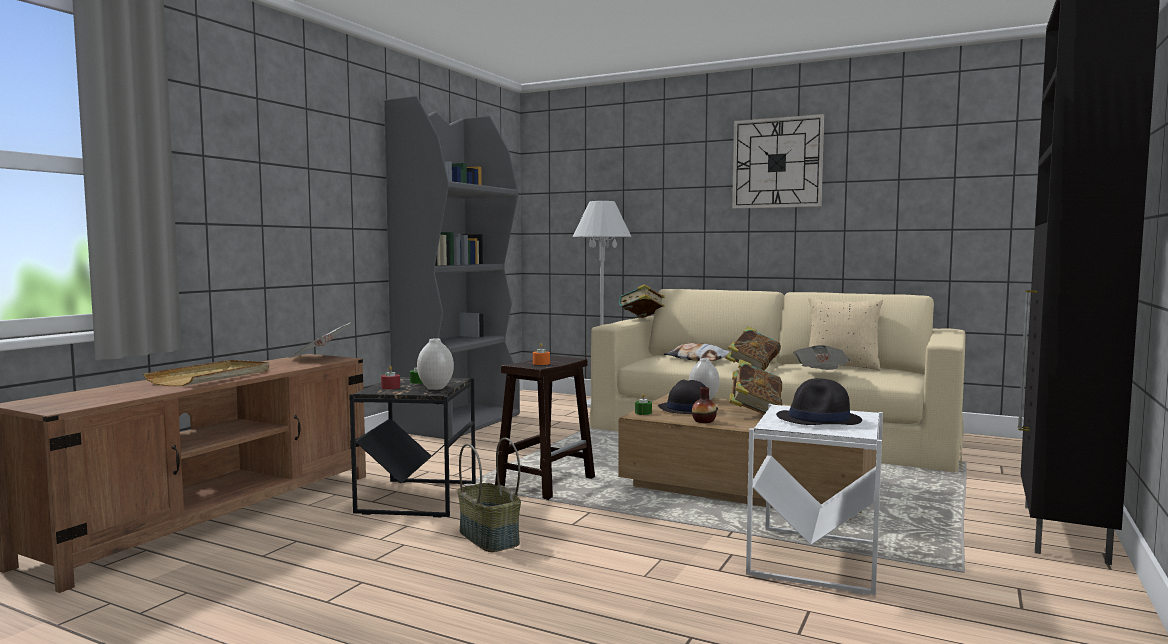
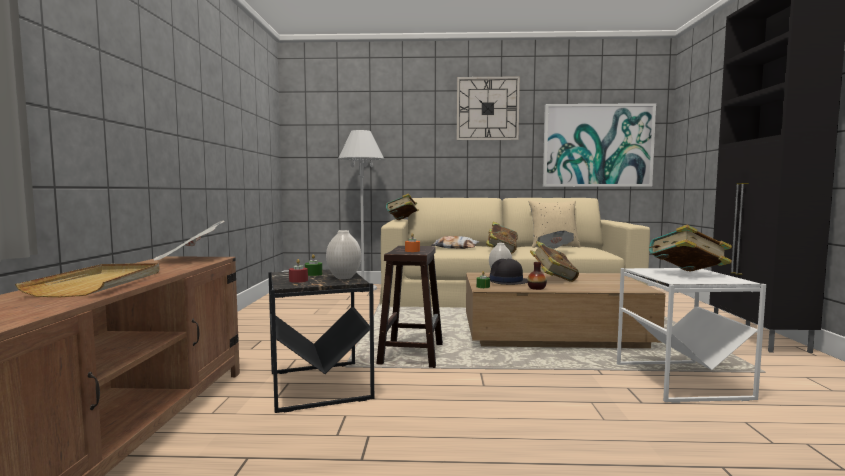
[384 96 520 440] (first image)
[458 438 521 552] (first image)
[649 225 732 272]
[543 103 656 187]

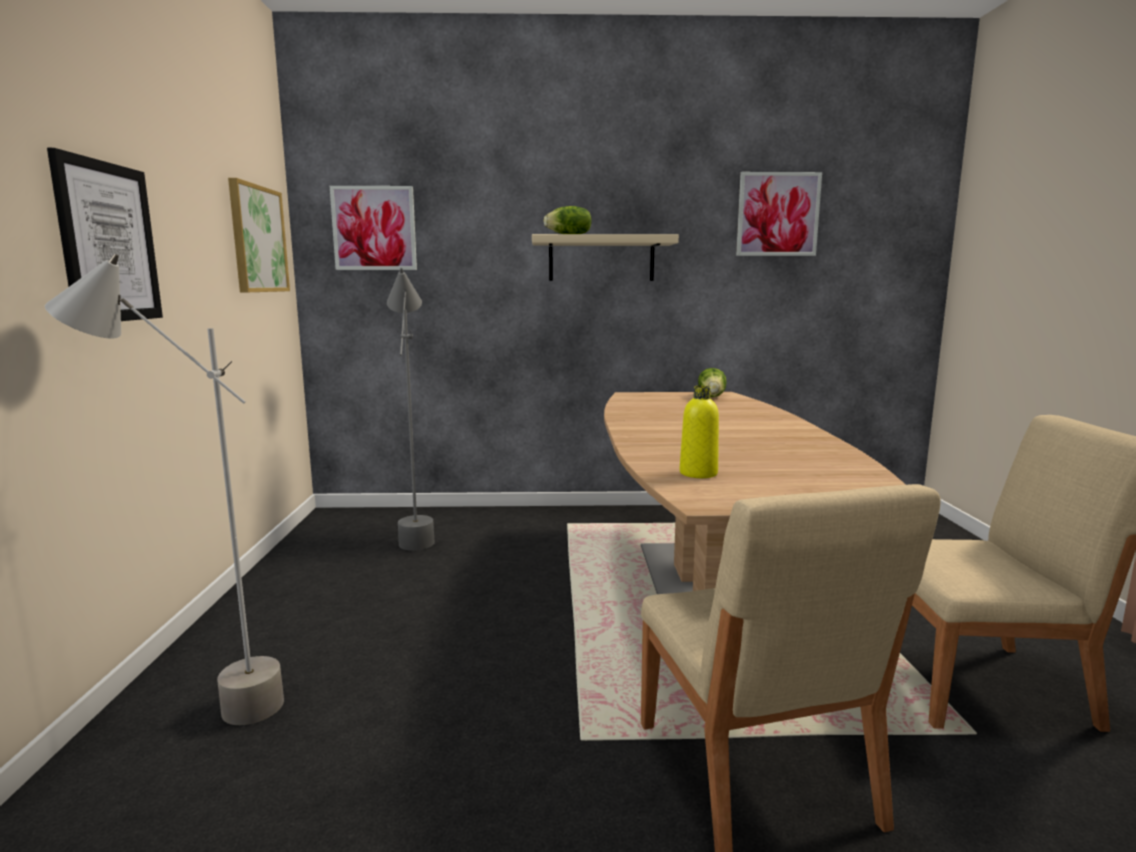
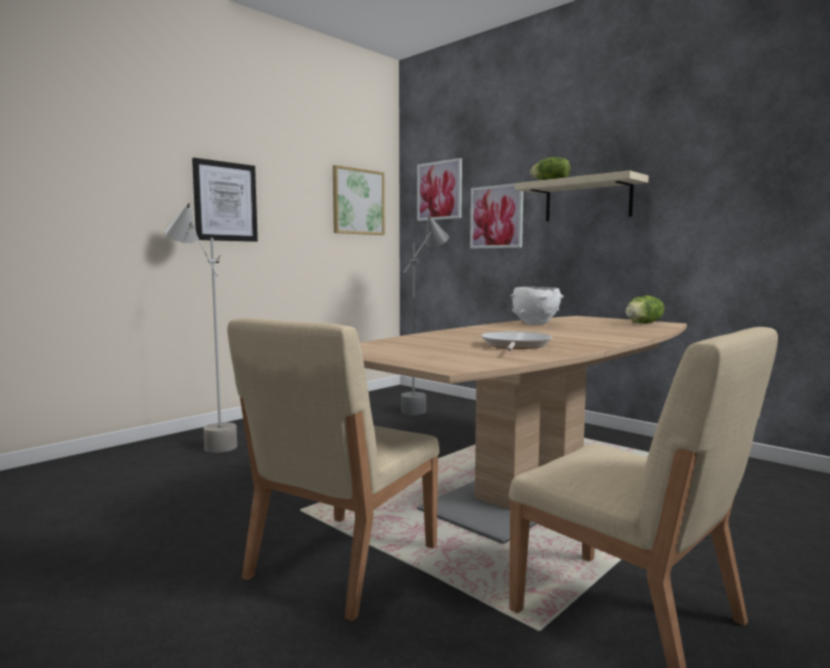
[680 386 719 478] (first image)
[470 183 523 248]
[481 331 552 351]
[511 287 564 325]

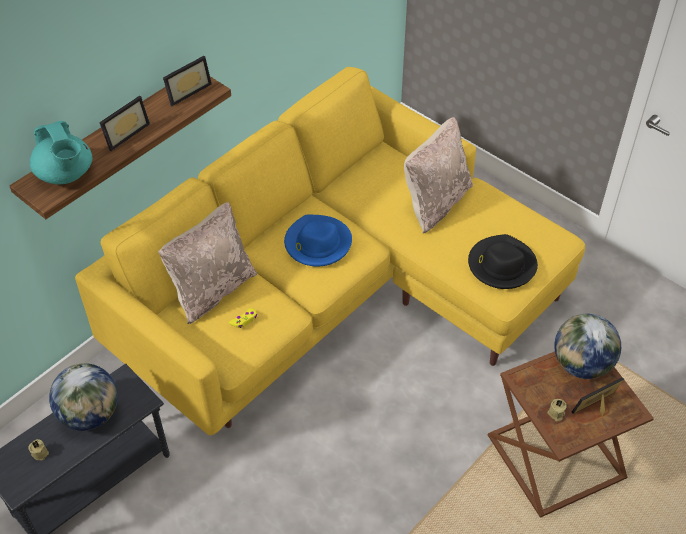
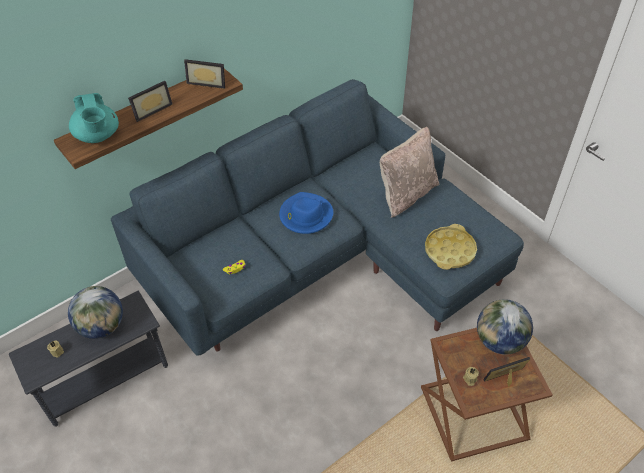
[111 79 524 356]
[158 202 257 324] (first image)
[184 59 225 89]
[425 224 477 270]

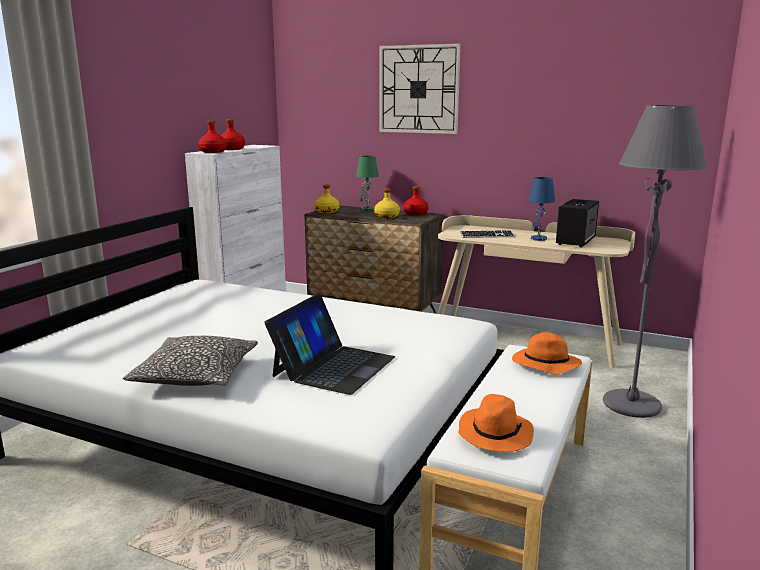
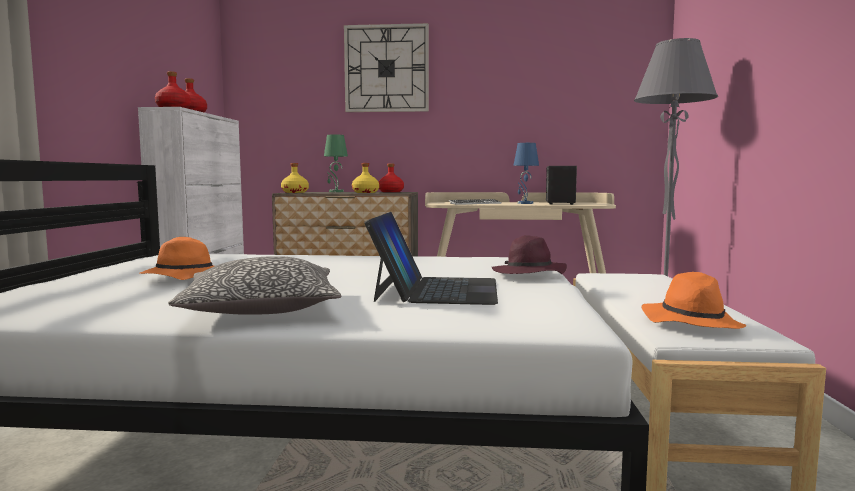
[139 237 214 280]
[492 235 567 274]

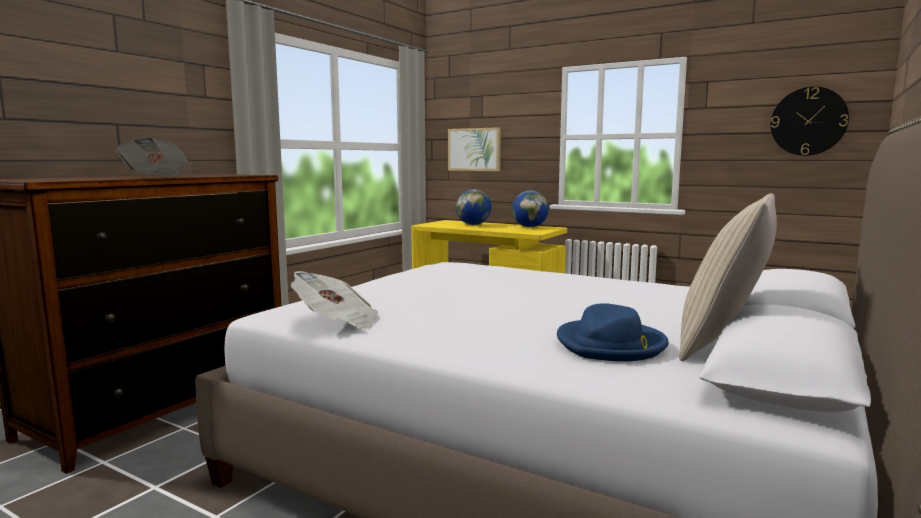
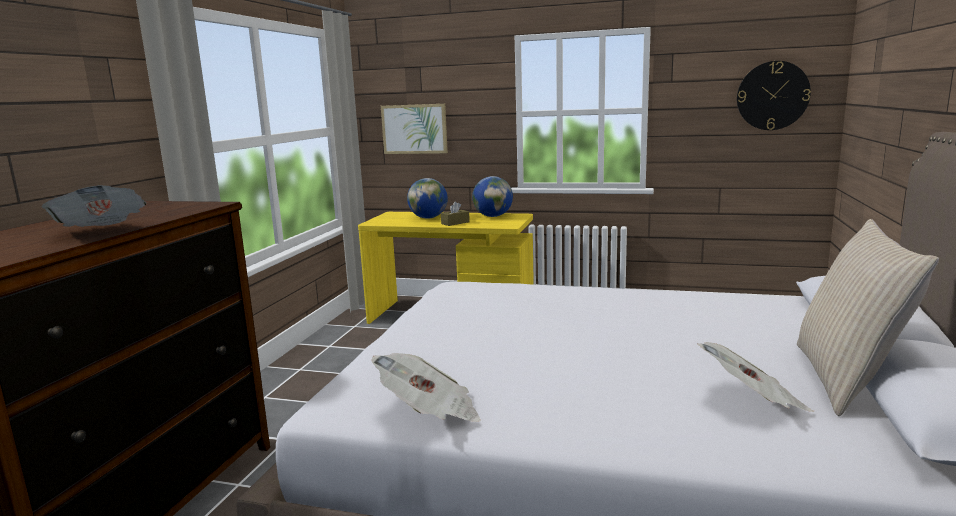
[697 342 814 412]
[441 202 470 226]

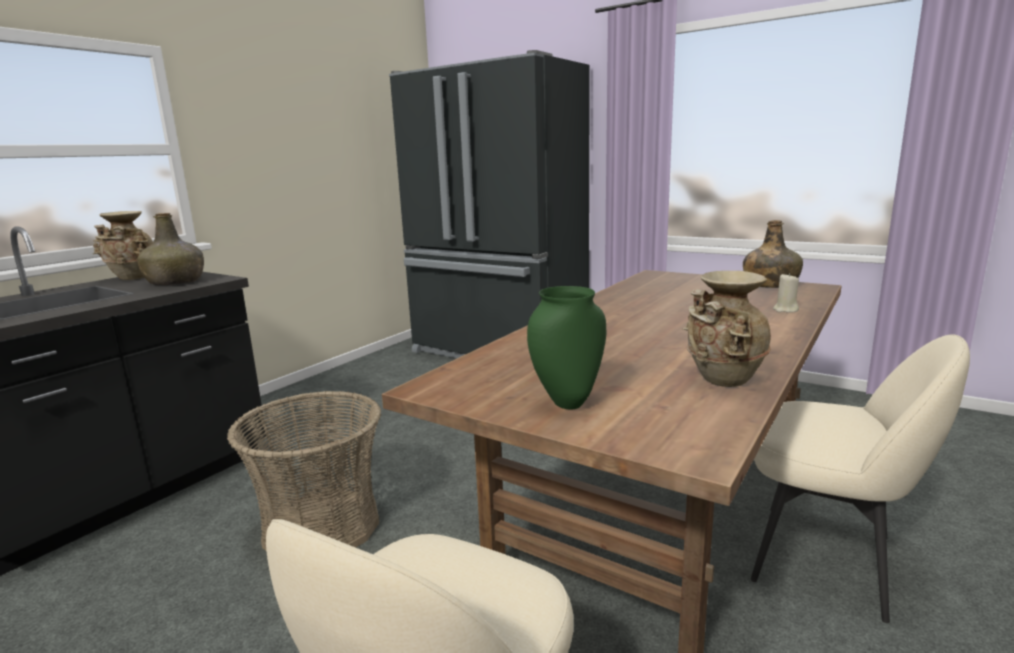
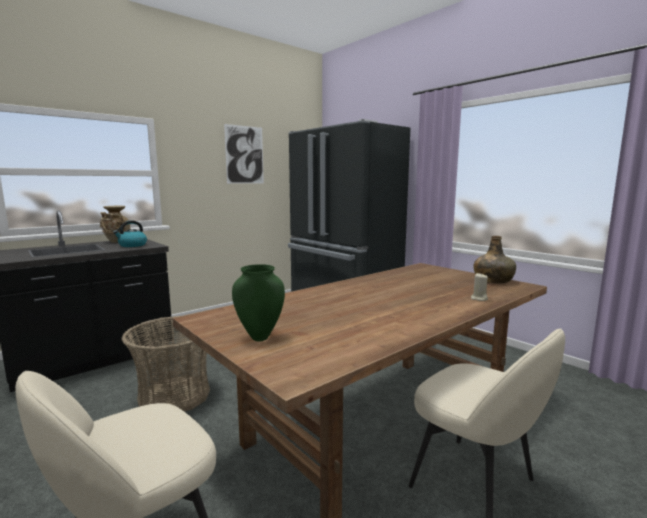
[113 220 147 247]
[683 271 771 387] (first image)
[224 124 264 184]

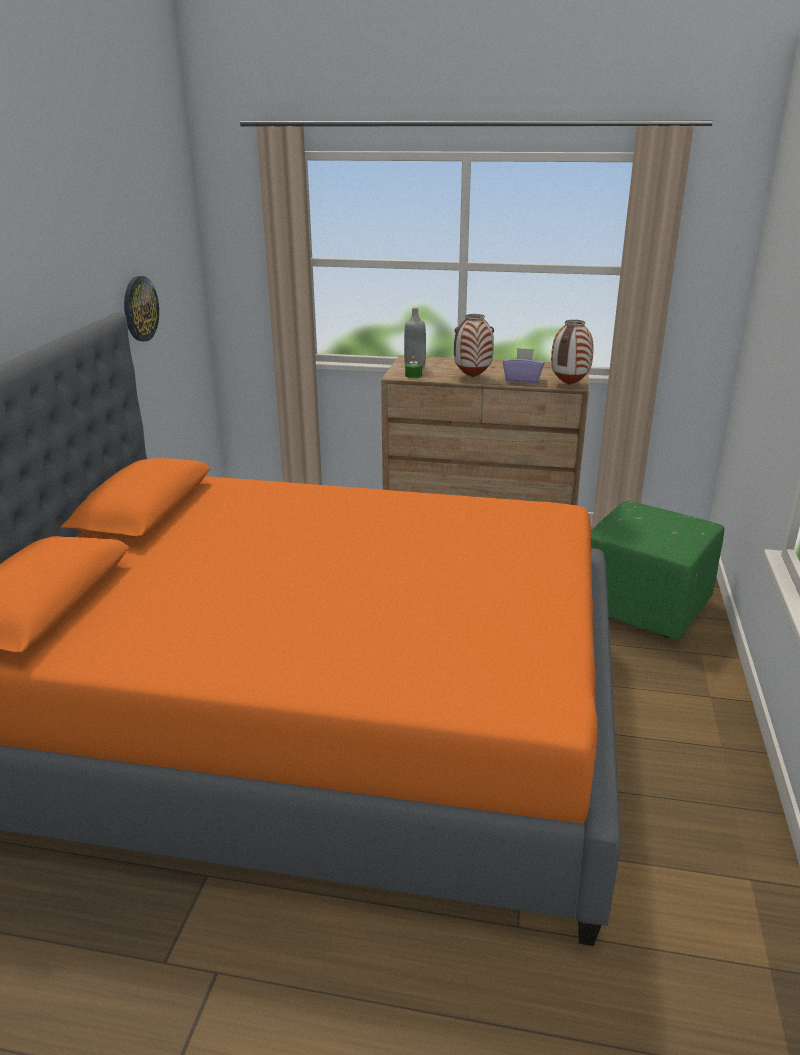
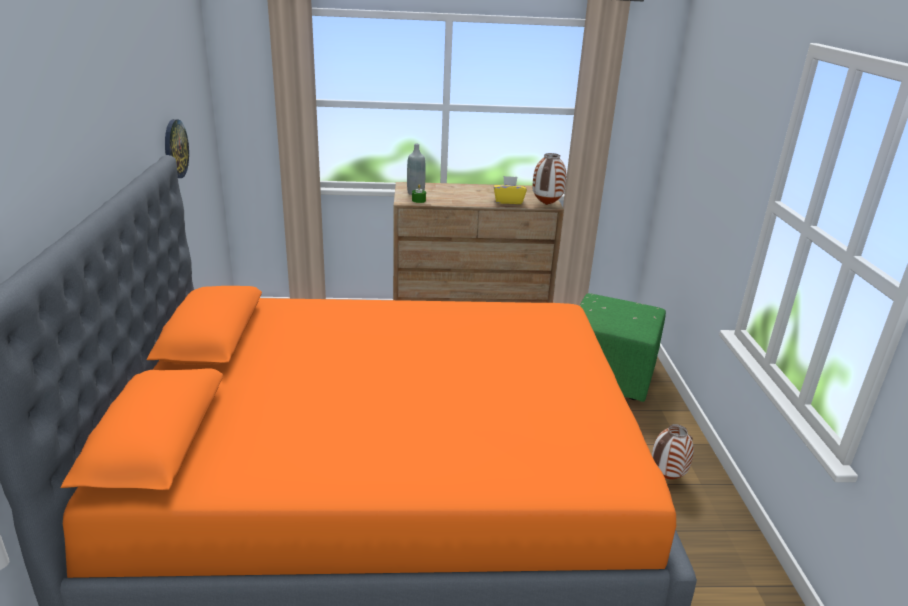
[652 424 694 479]
[493 176 527 204]

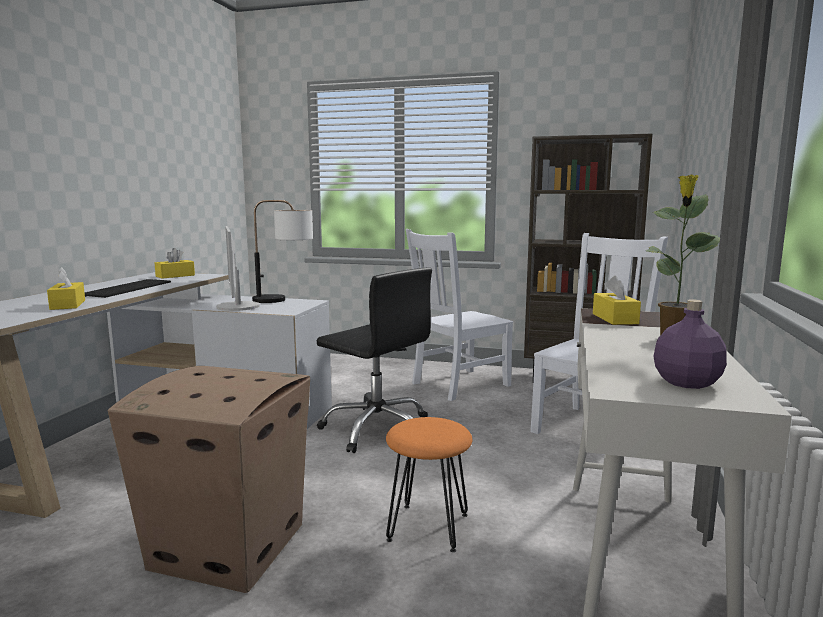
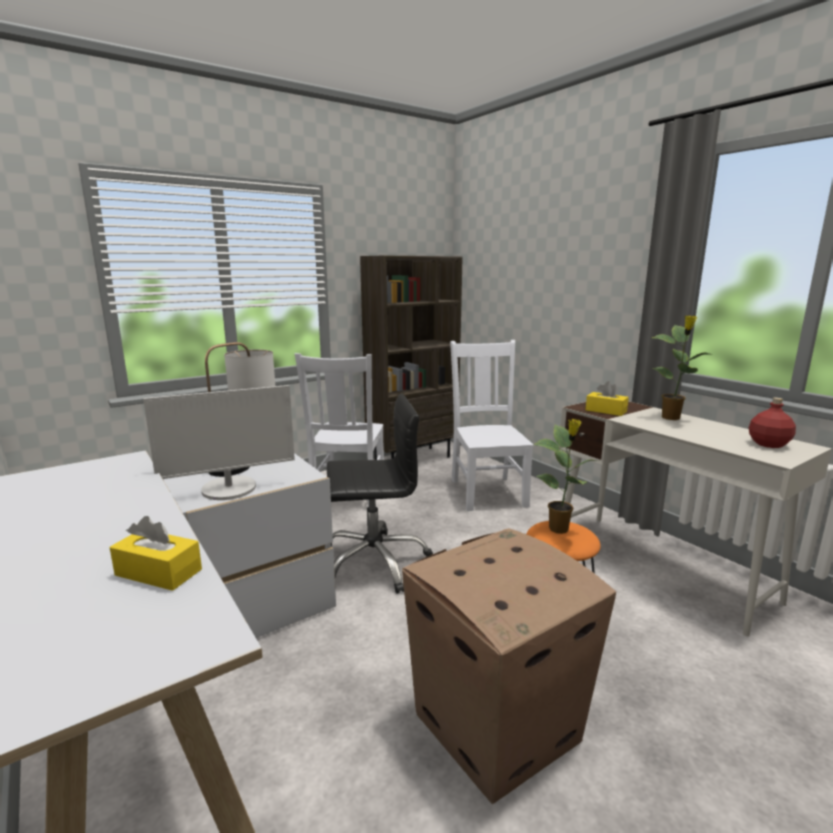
[85 279 171 298] (first image)
[155 248 195 279] (first image)
[143 385 295 500]
[749 397 796 448]
[533 419 599 534]

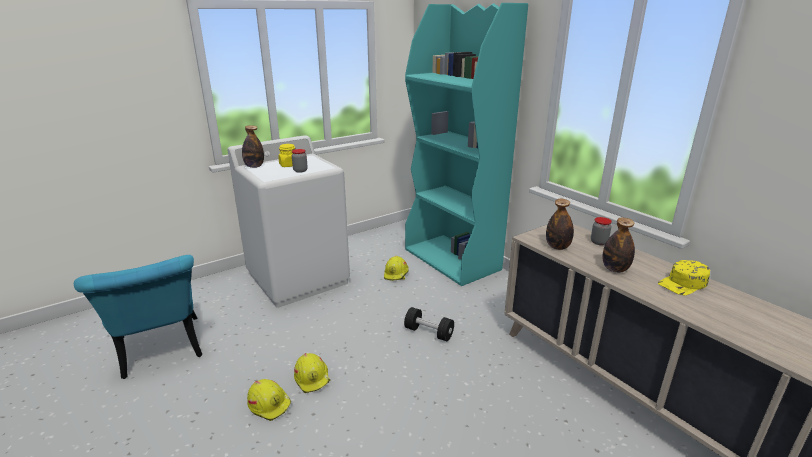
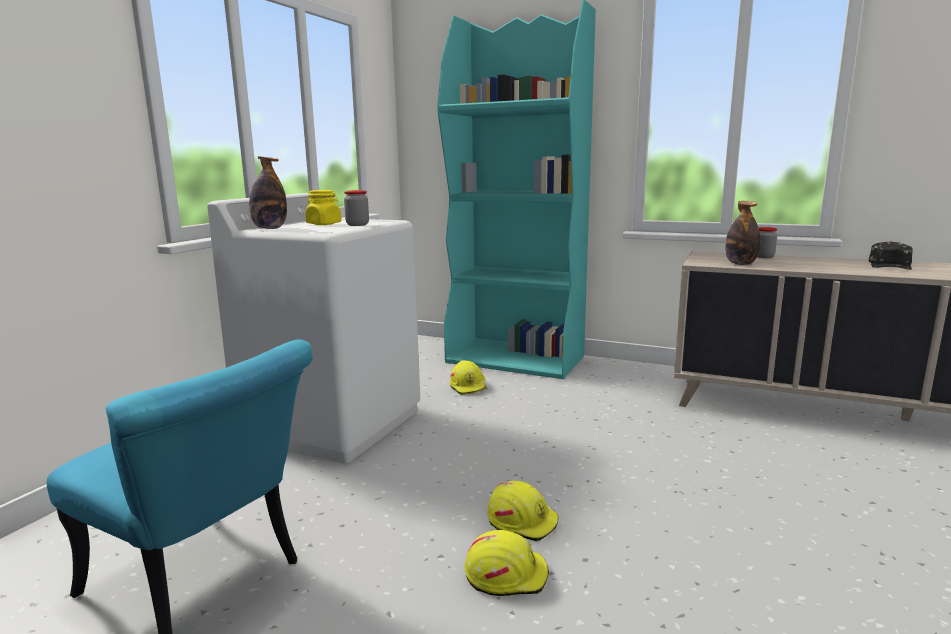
[404 307 454 341] (first image)
[602 217 635 273] (first image)
[869 242 913 270]

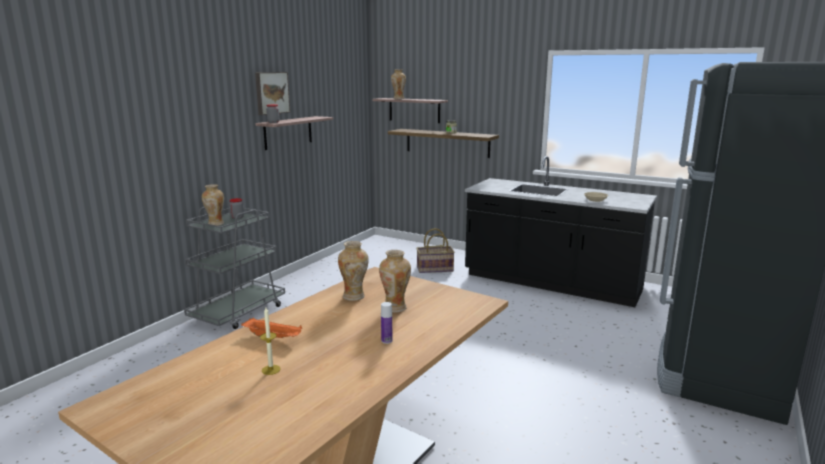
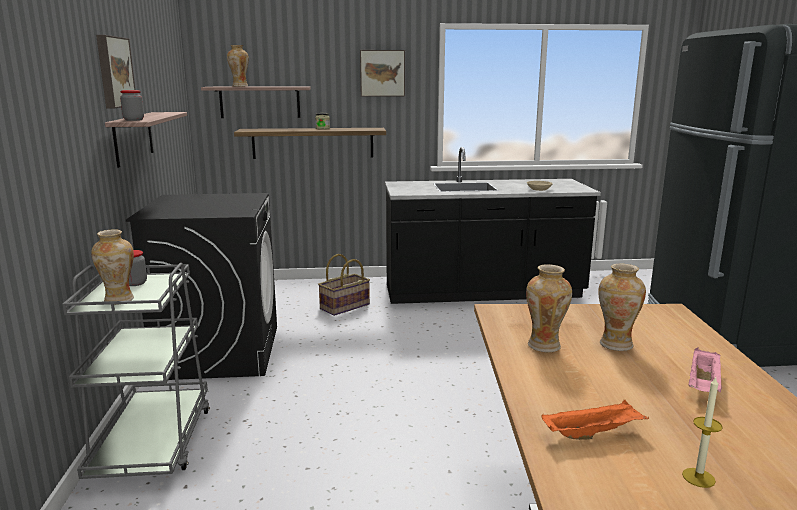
[689 348 722 392]
[126 193 277 380]
[360 50 405 97]

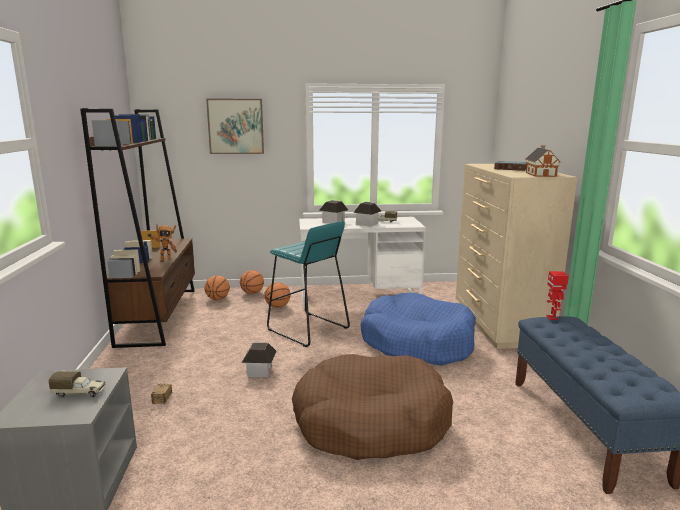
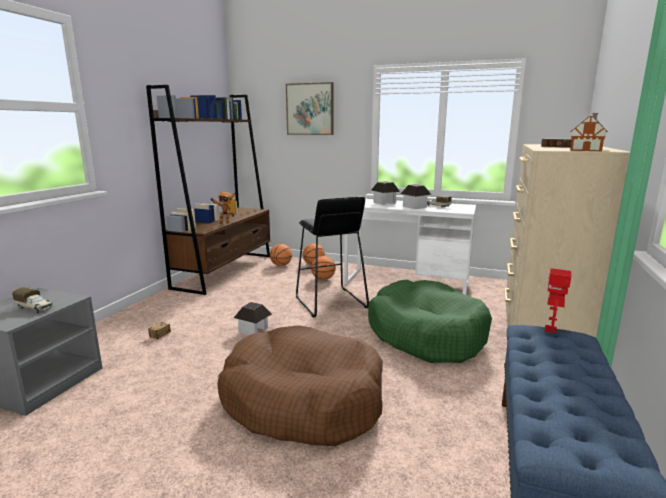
[296 197 369 317]
[368 280 492 363]

